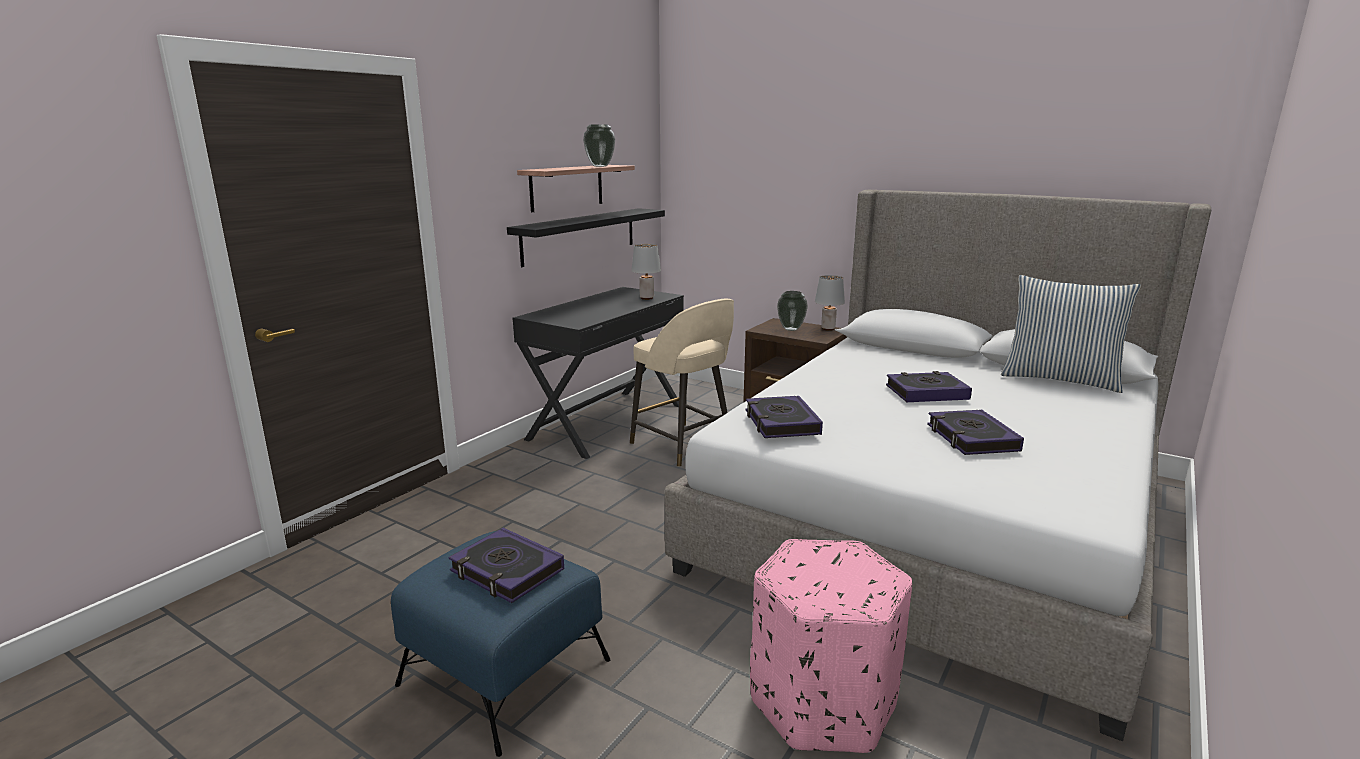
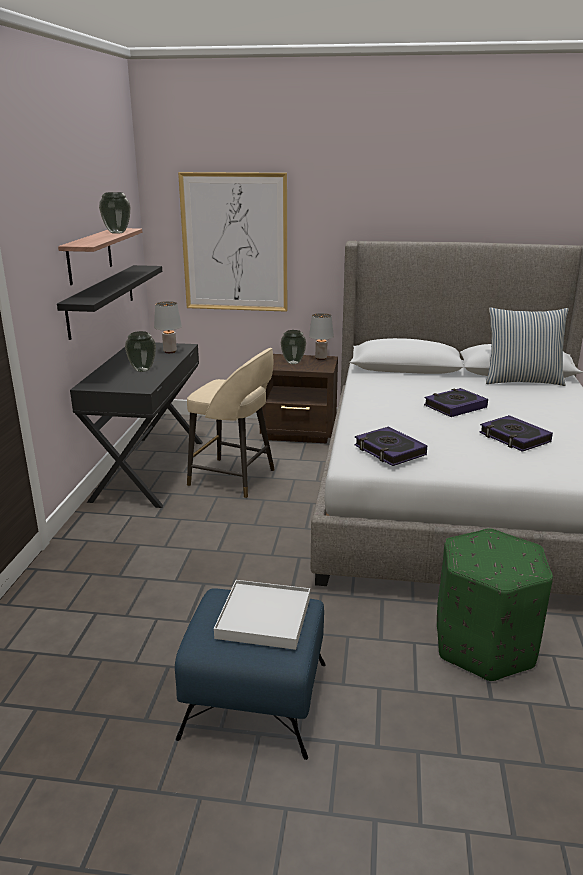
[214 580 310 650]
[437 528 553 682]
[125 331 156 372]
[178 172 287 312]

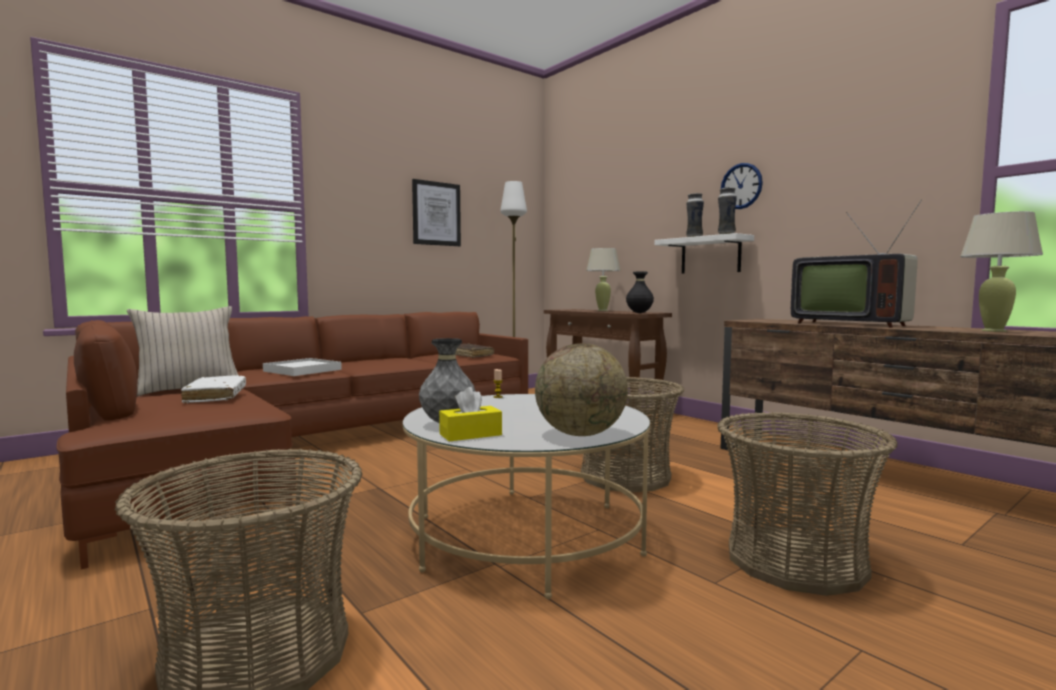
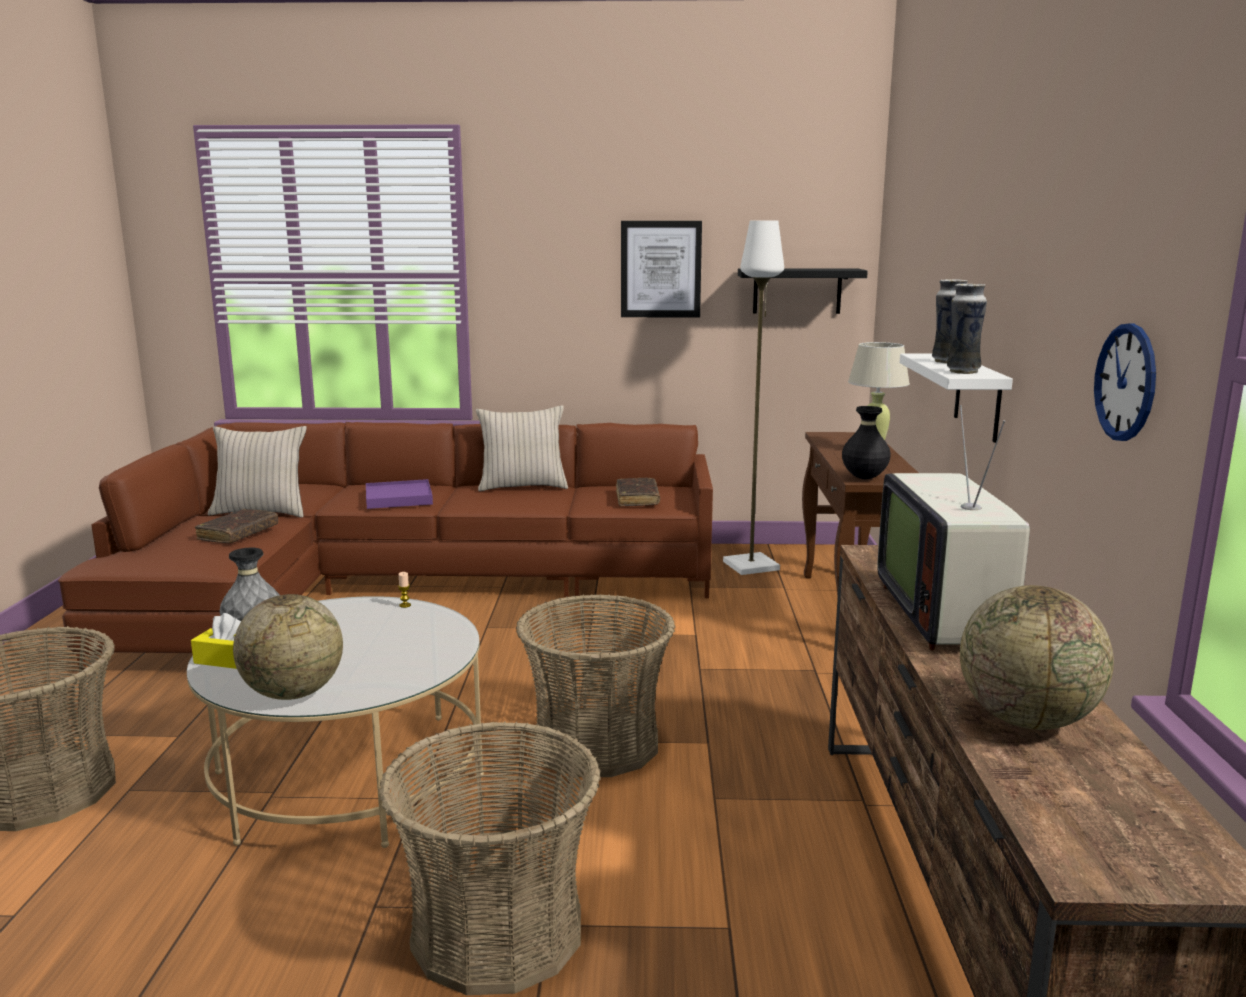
[195 509 278 543]
[366 479 433 509]
[1094 323 1156 441]
[960 585 1114 730]
[476 405 568 491]
[738 268 868 314]

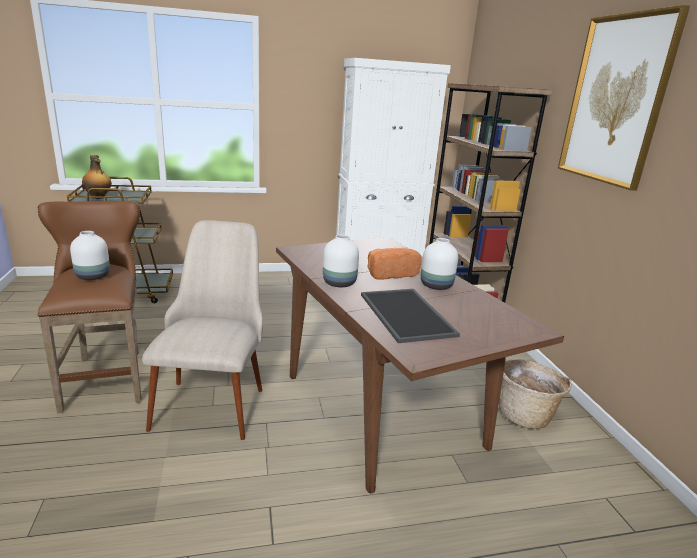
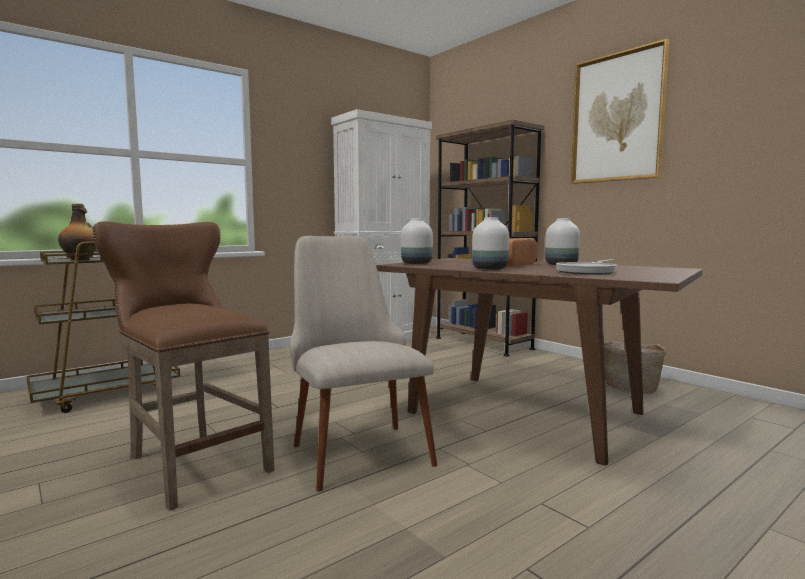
[401 218 433 264]
[556 259 617 275]

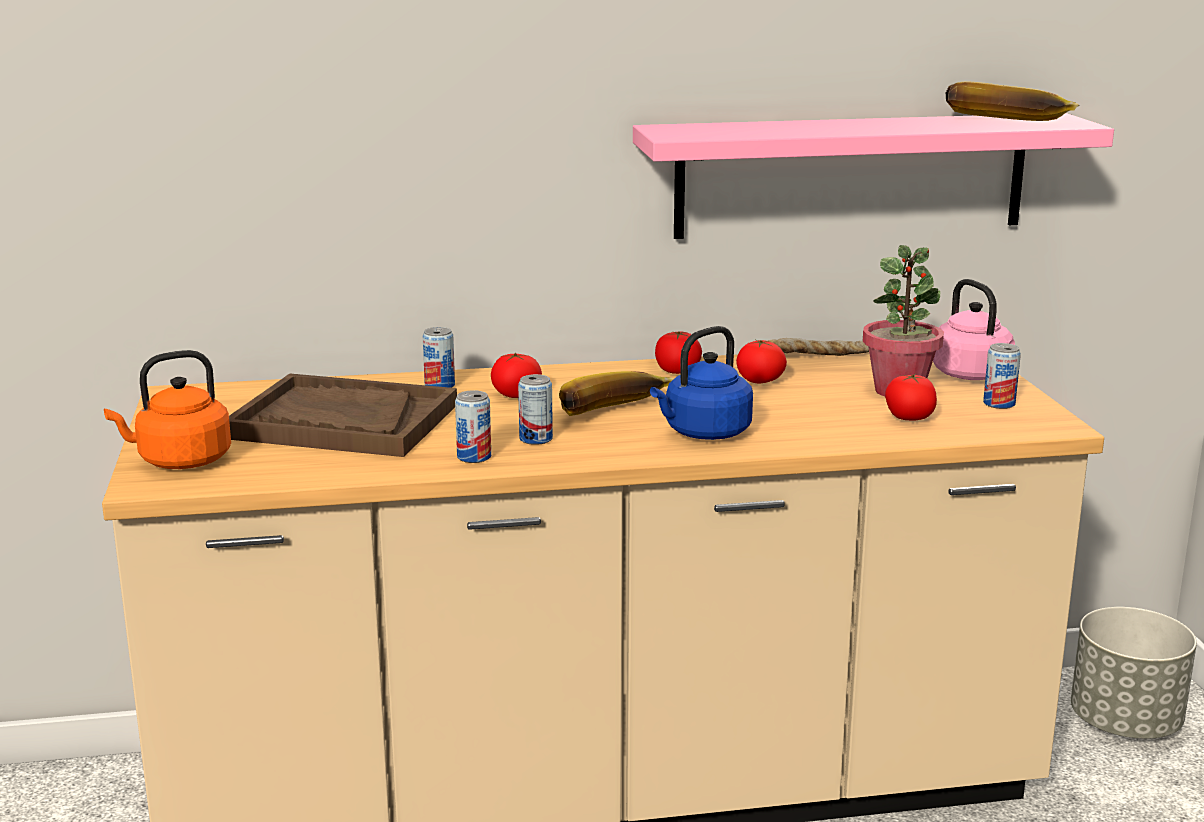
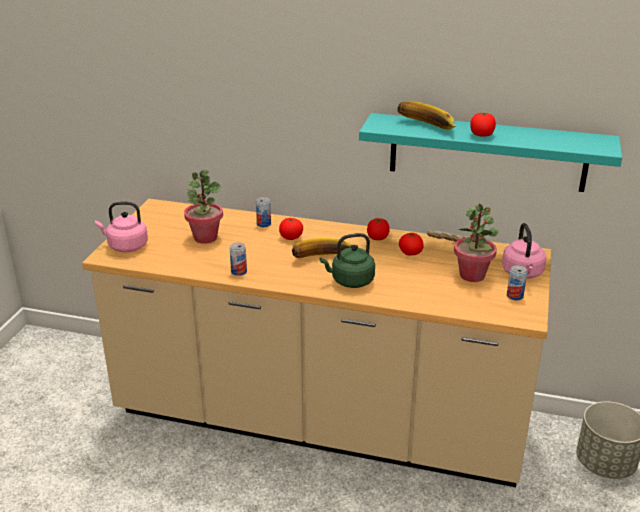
[95 201 148 252]
[184 170 223 244]
[518 374 553 445] (first image)
[359 113 622 192]
[320 233 375 288]
[470 113 496 137]
[397 101 456 130]

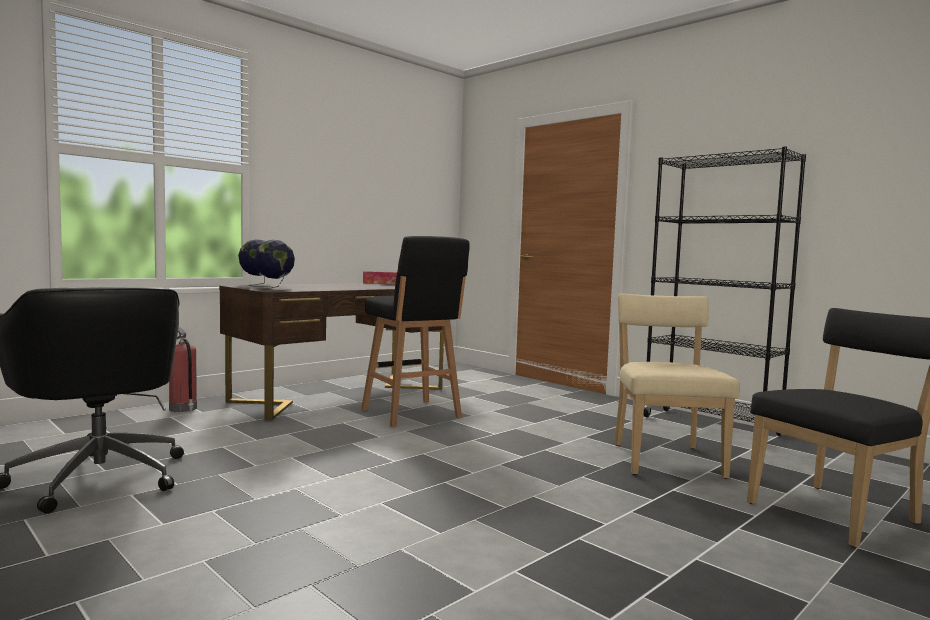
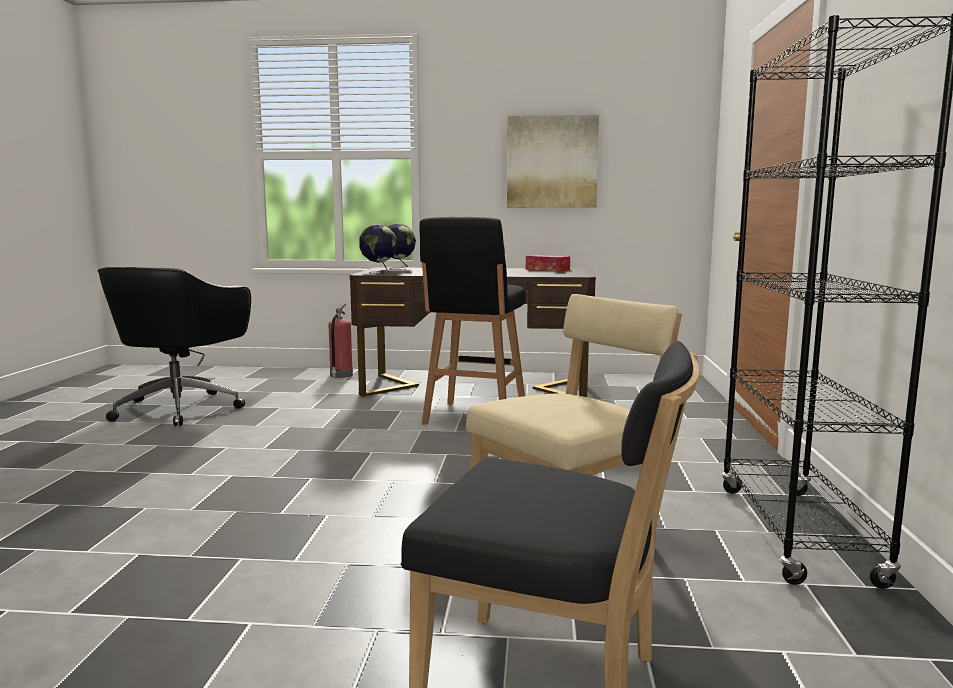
[507 115 599 208]

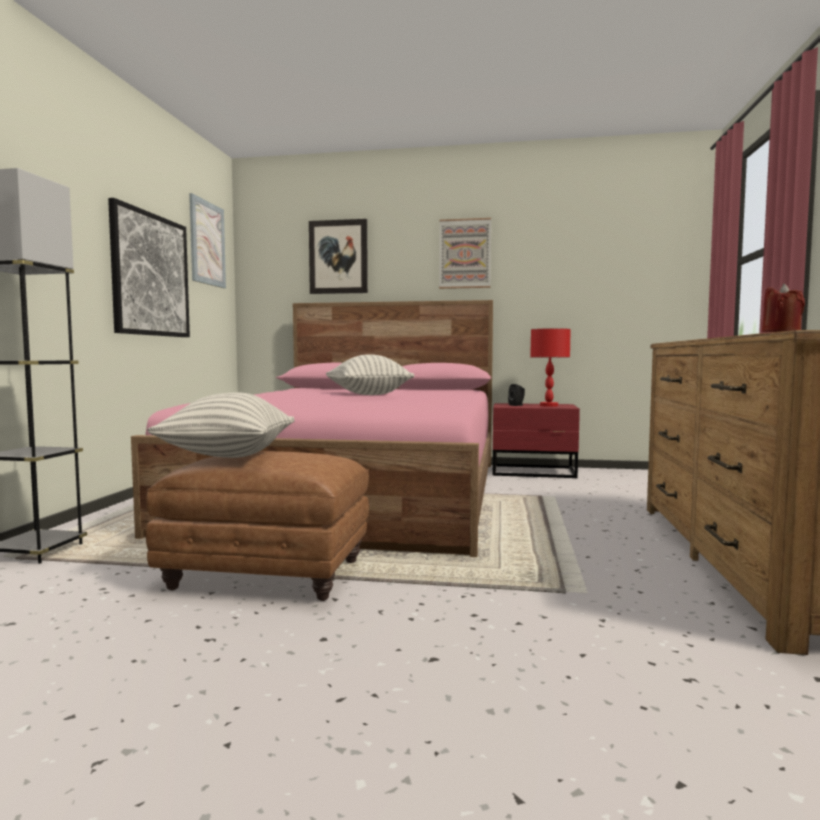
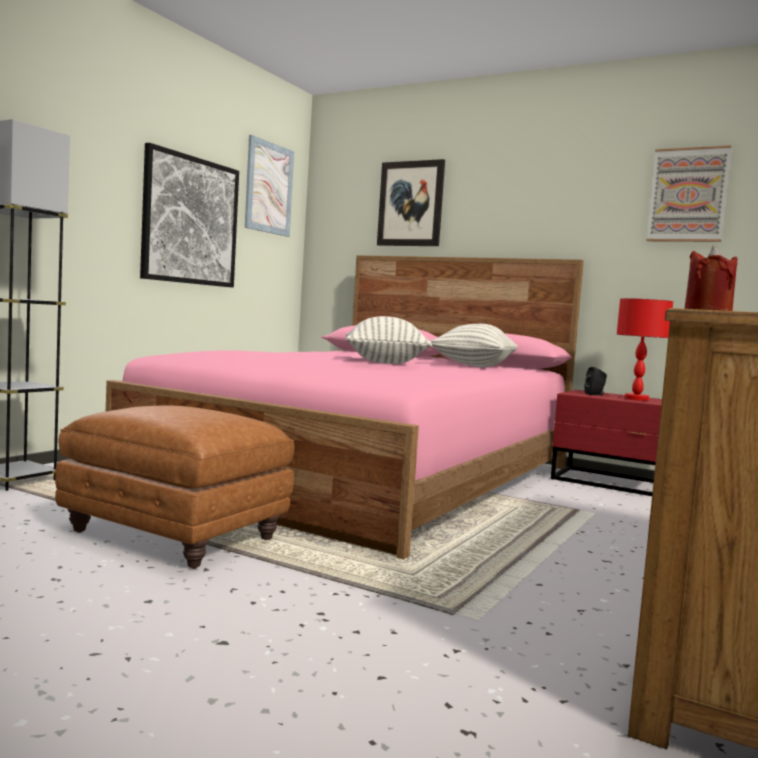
[430 324 518 367]
[646 145 732 242]

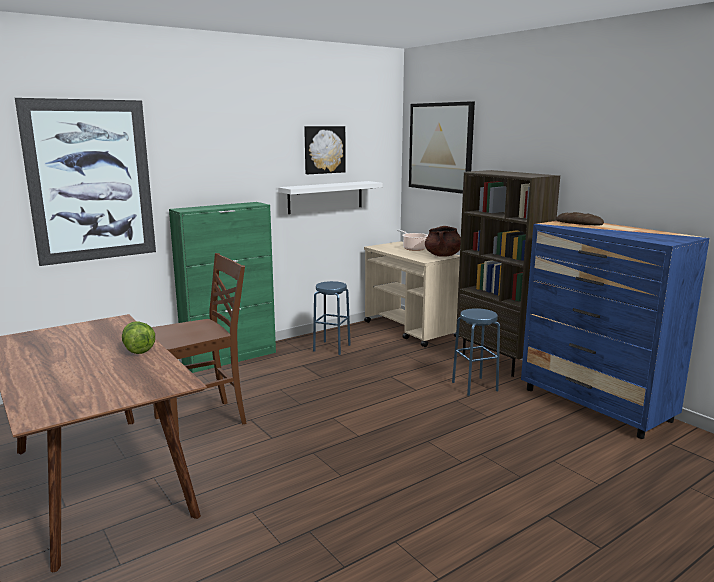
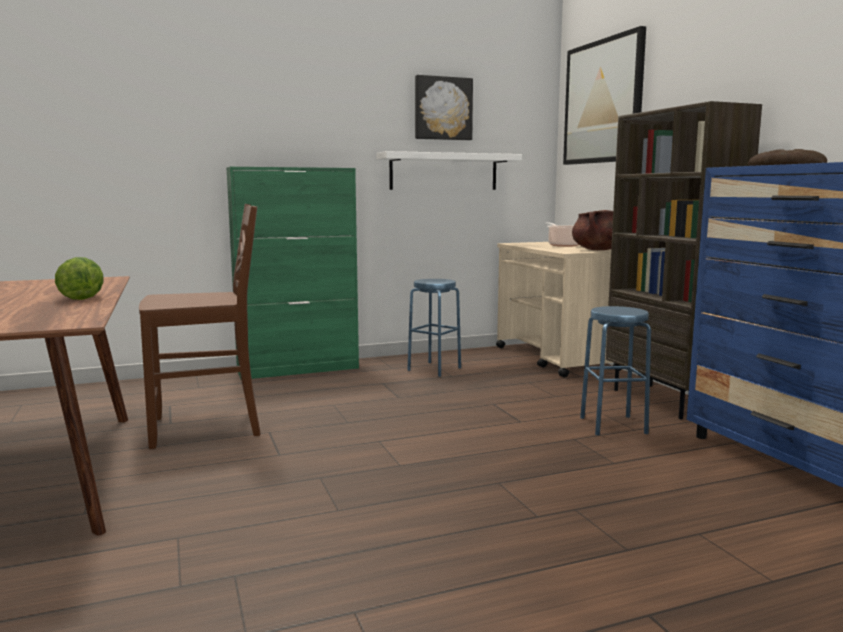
[15 98 156 266] (first image)

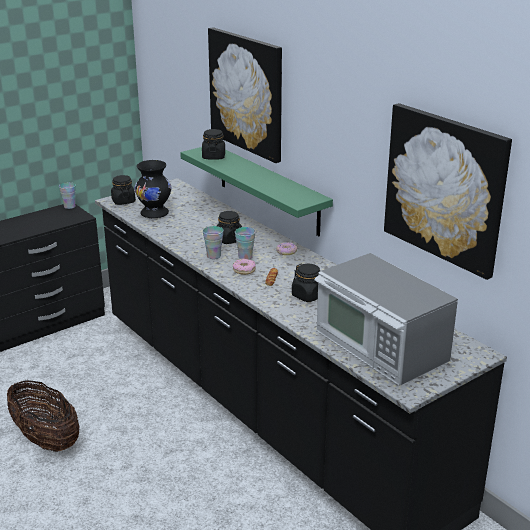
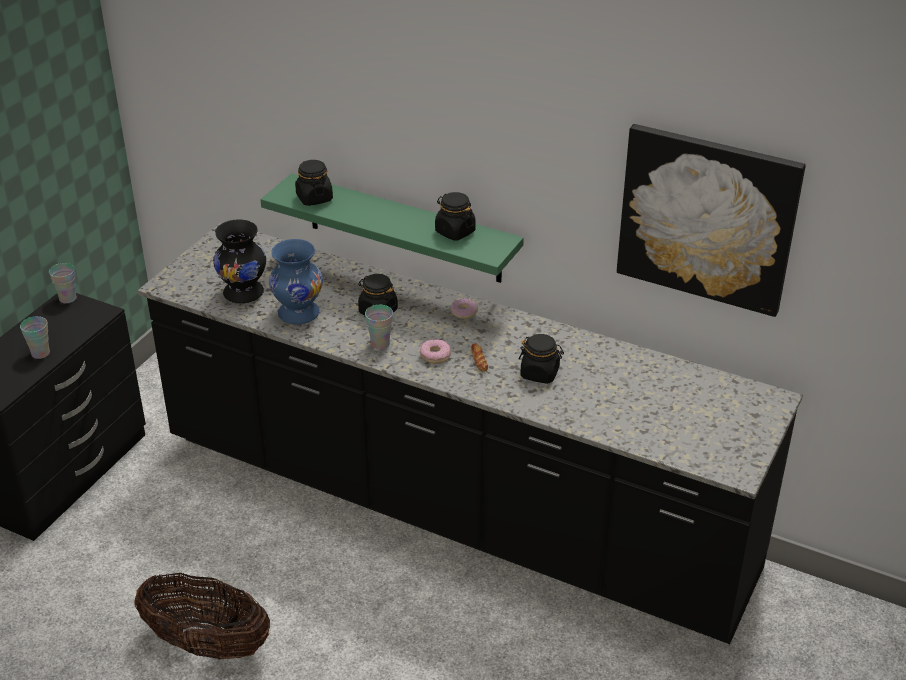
[435 192 476 240]
[208 27 282 163] (first image)
[20 316 50 359]
[314 253 458 386] (first image)
[269 239 323 324]

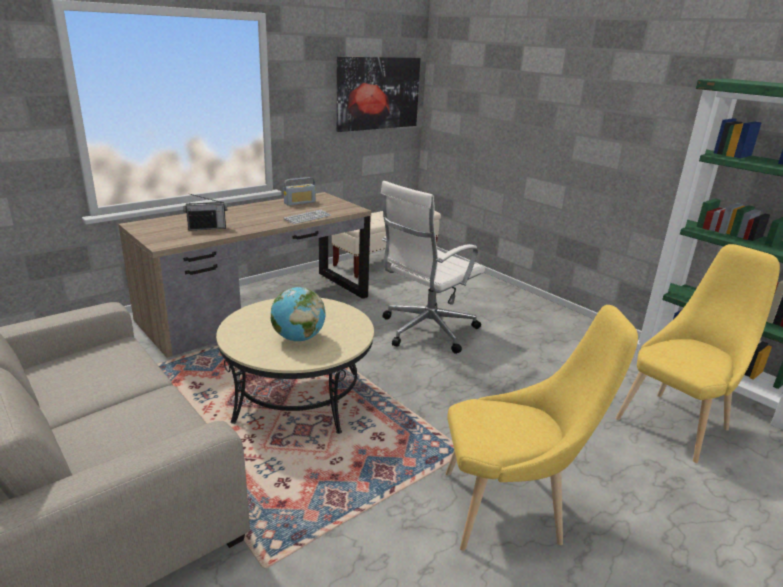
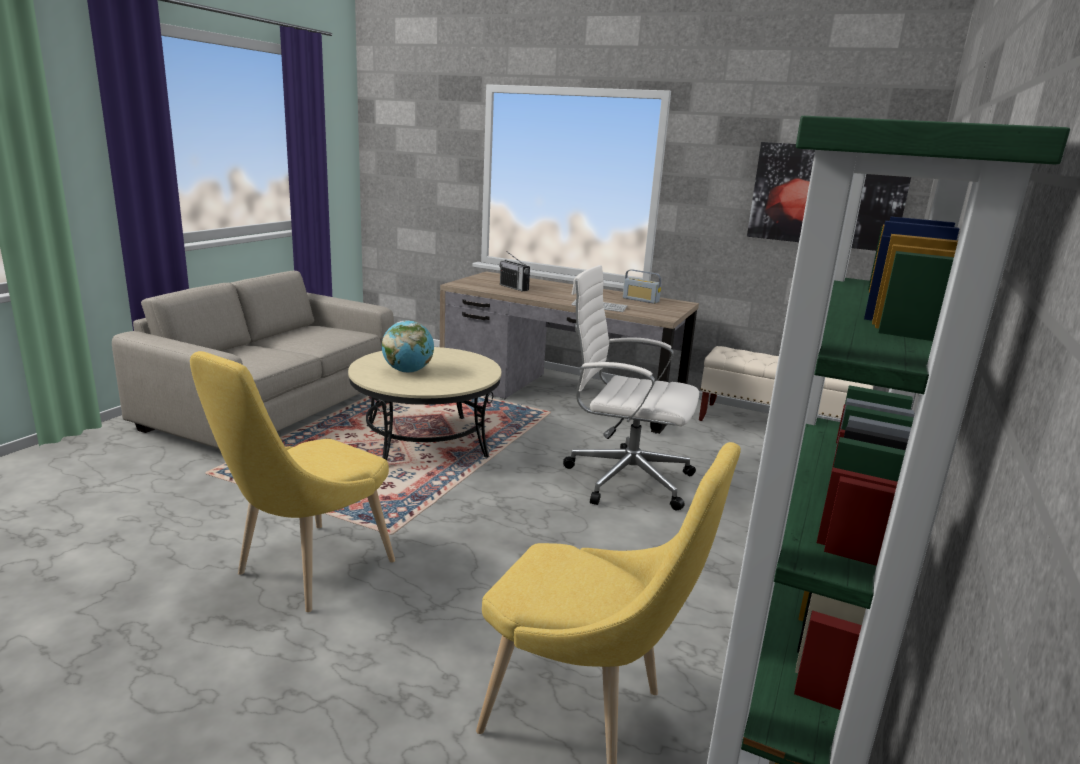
[190 351 395 612]

